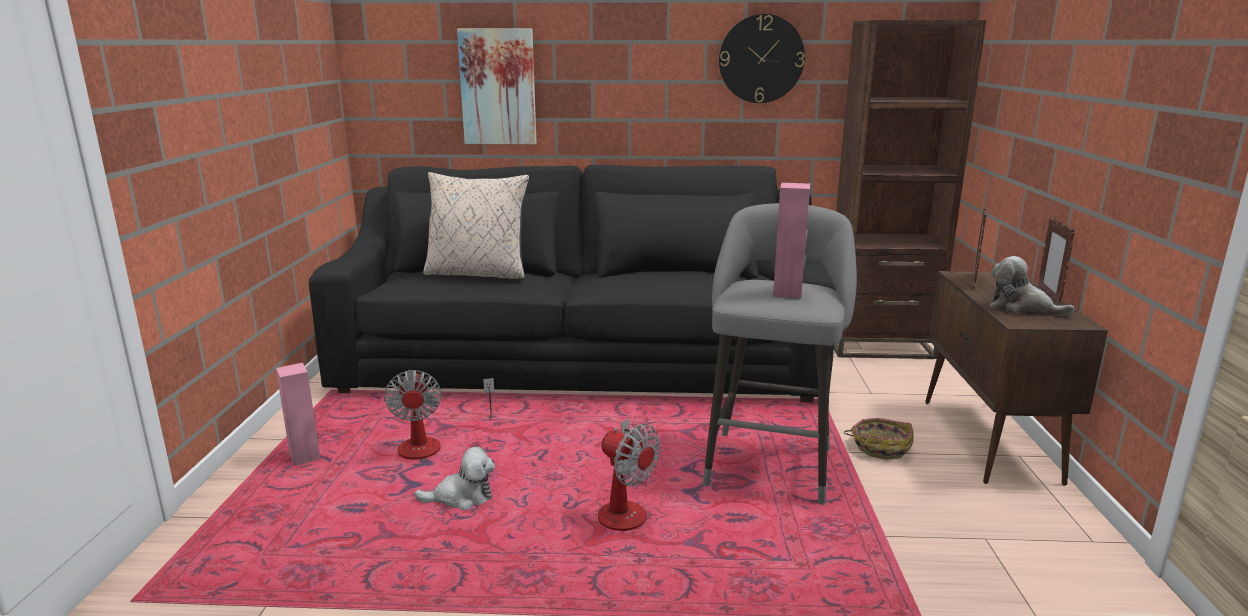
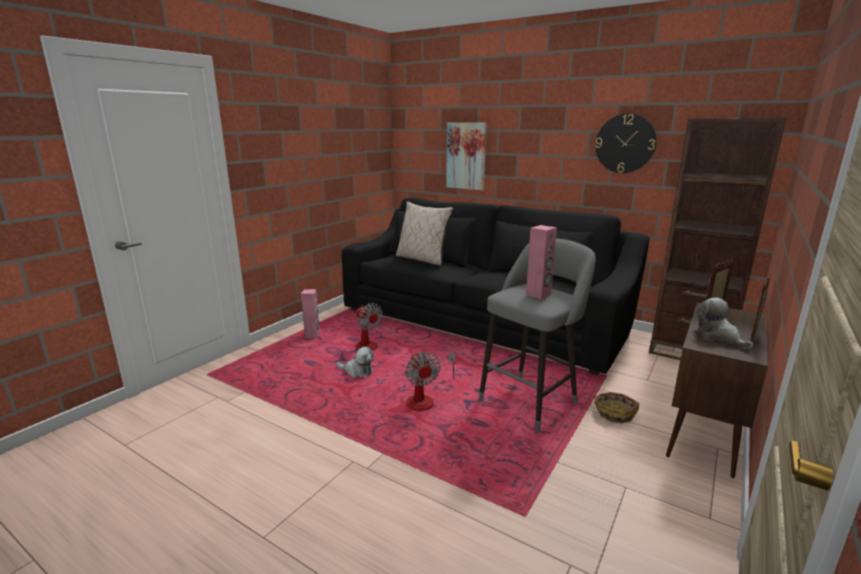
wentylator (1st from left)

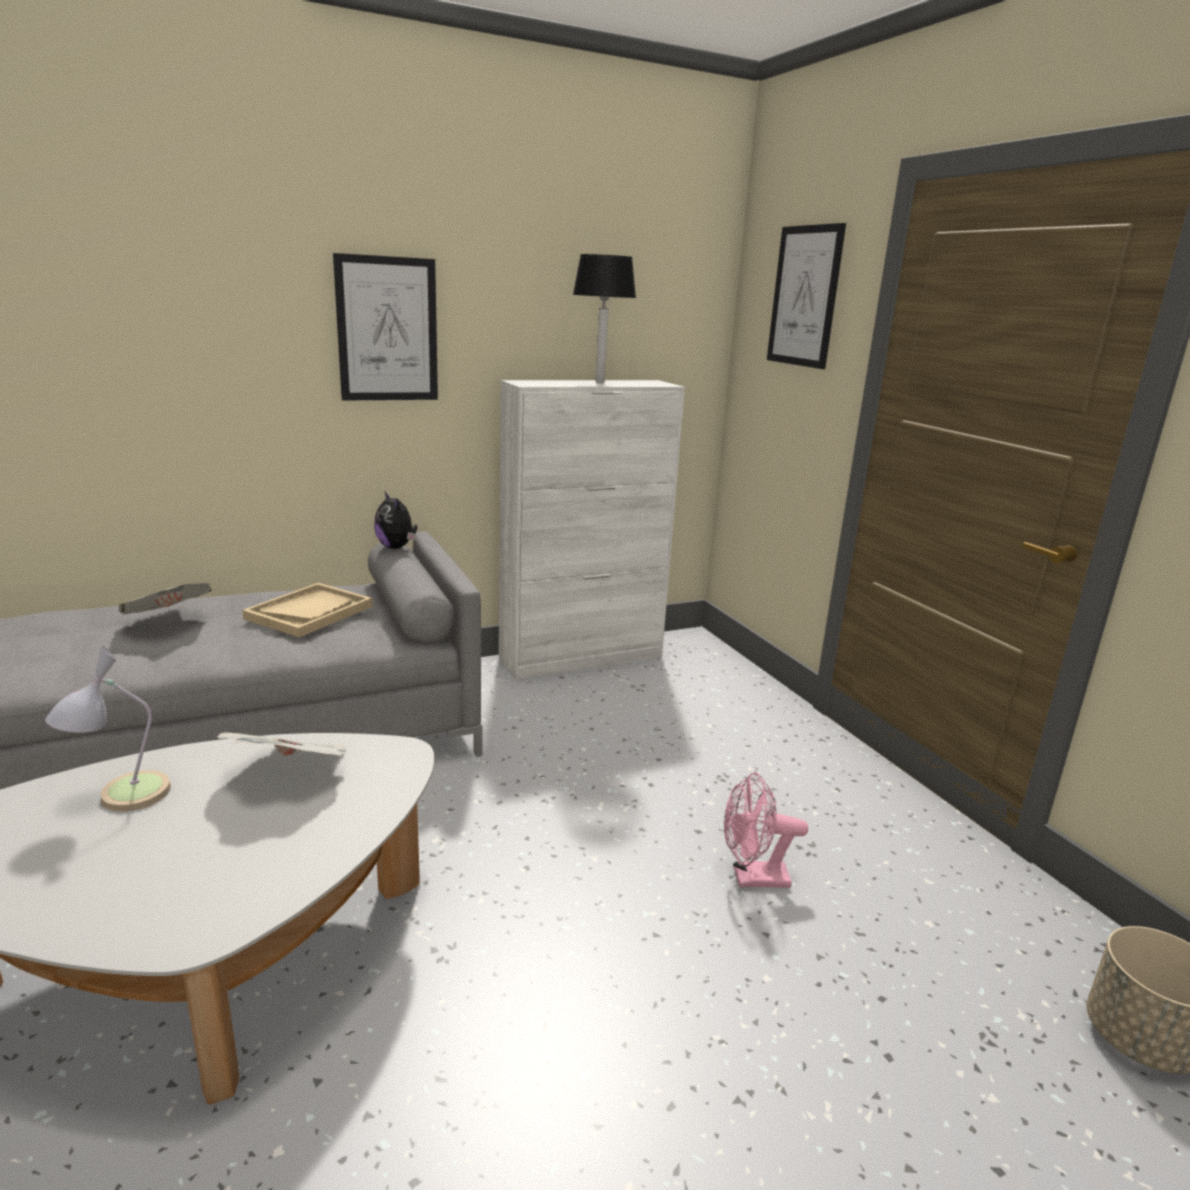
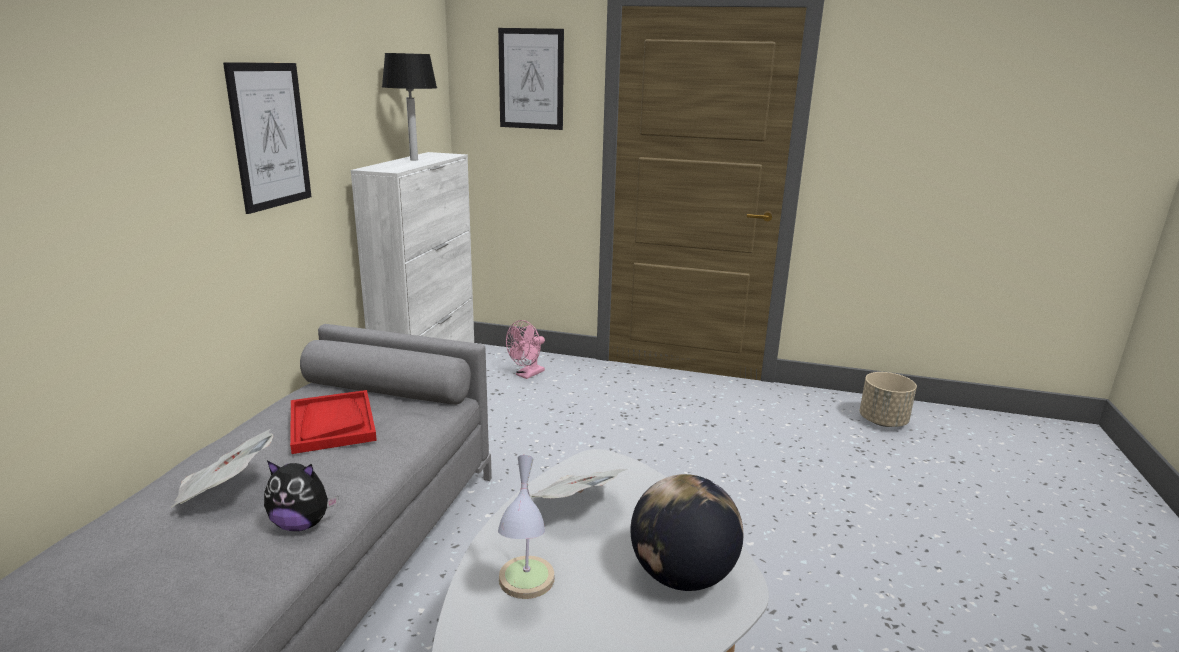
pluszak; taca (czerwony); wentylator (różowy); globus

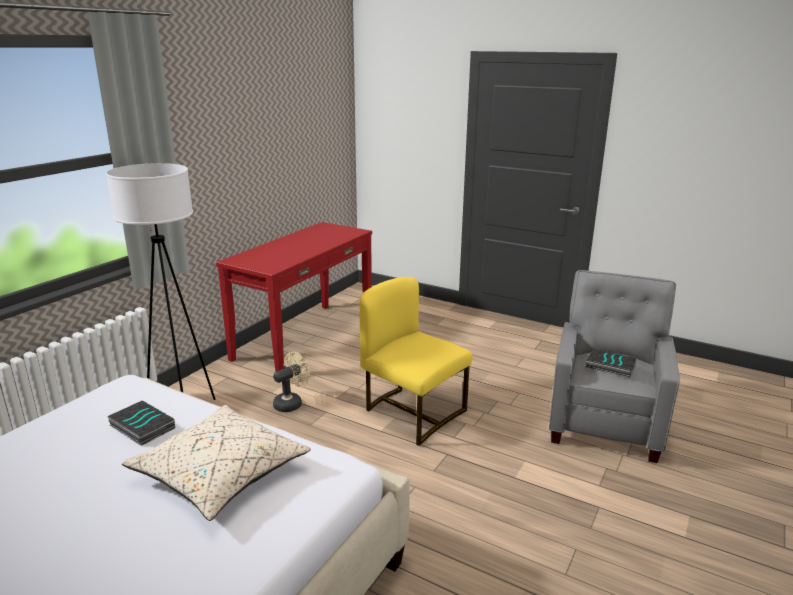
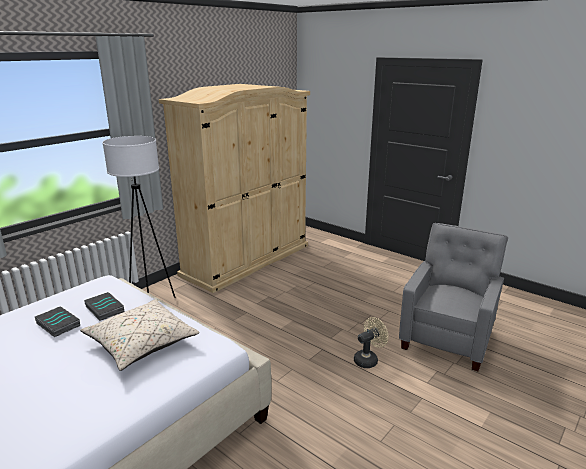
szafa (beżowy); krzesło (żółty); książka (1st from left); wentylator (beżowy)

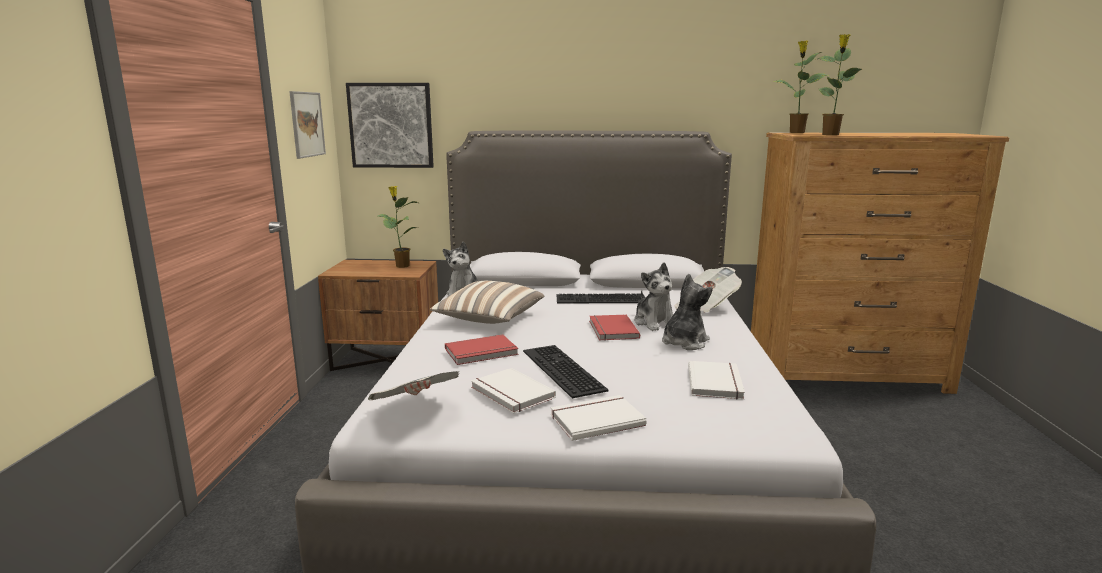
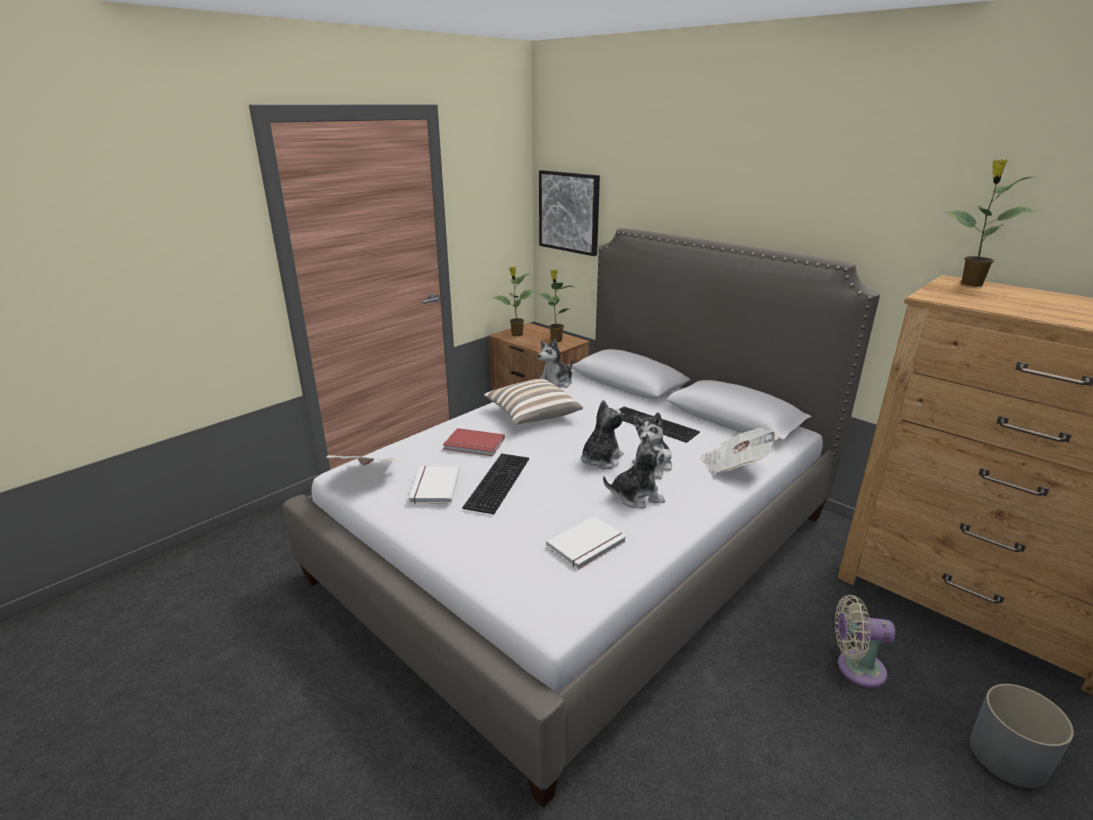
roślina doniczkowa (1st from left); obraz (1st from left in the first image); pluszak (2nd from left); książka (biały) (2nd from left in the first image); wentylator (beżowy); donica (szary)

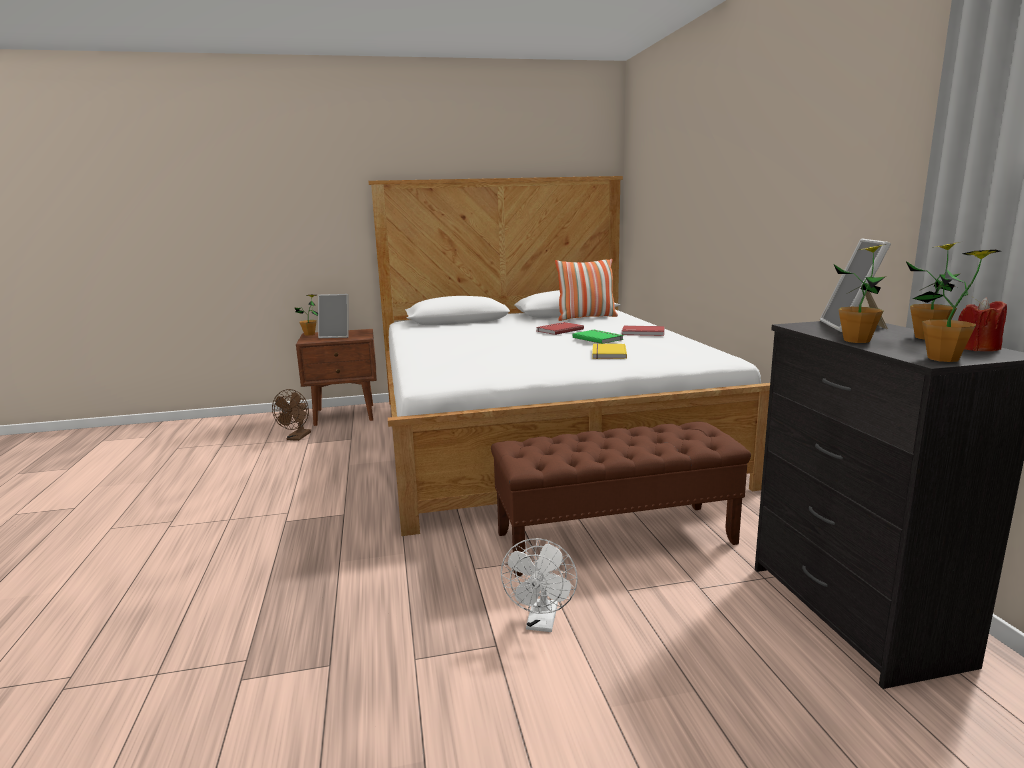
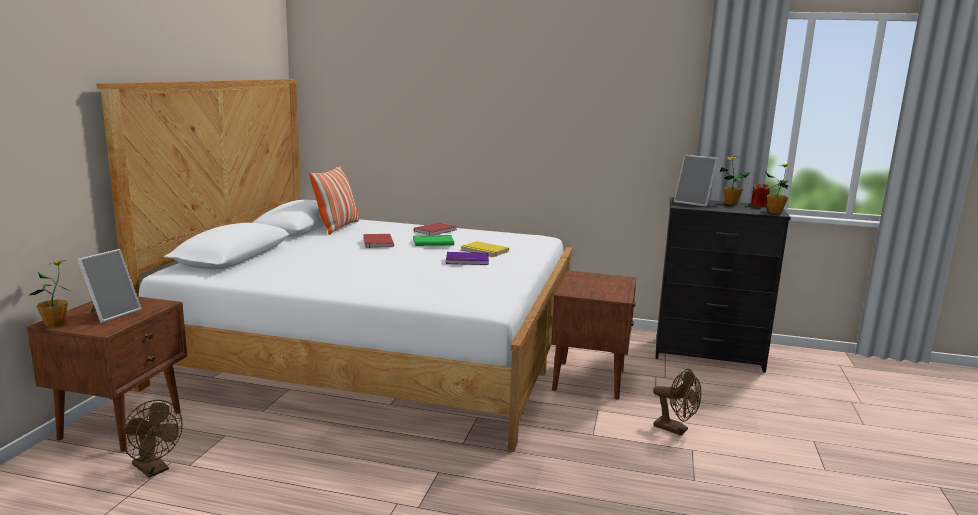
roślina doniczkowa (2nd from left in the first image); szafka nocna (brązowy) (2nd from left); wentylator (brązowy) (2nd from left); książka (fioletowy)

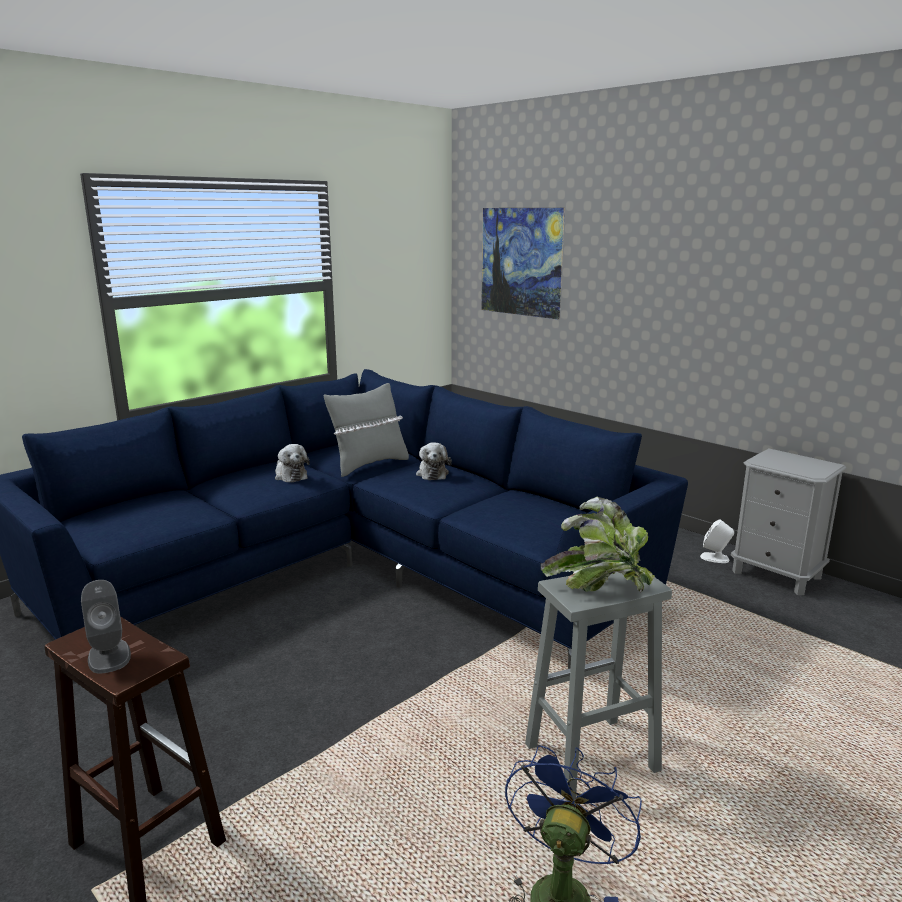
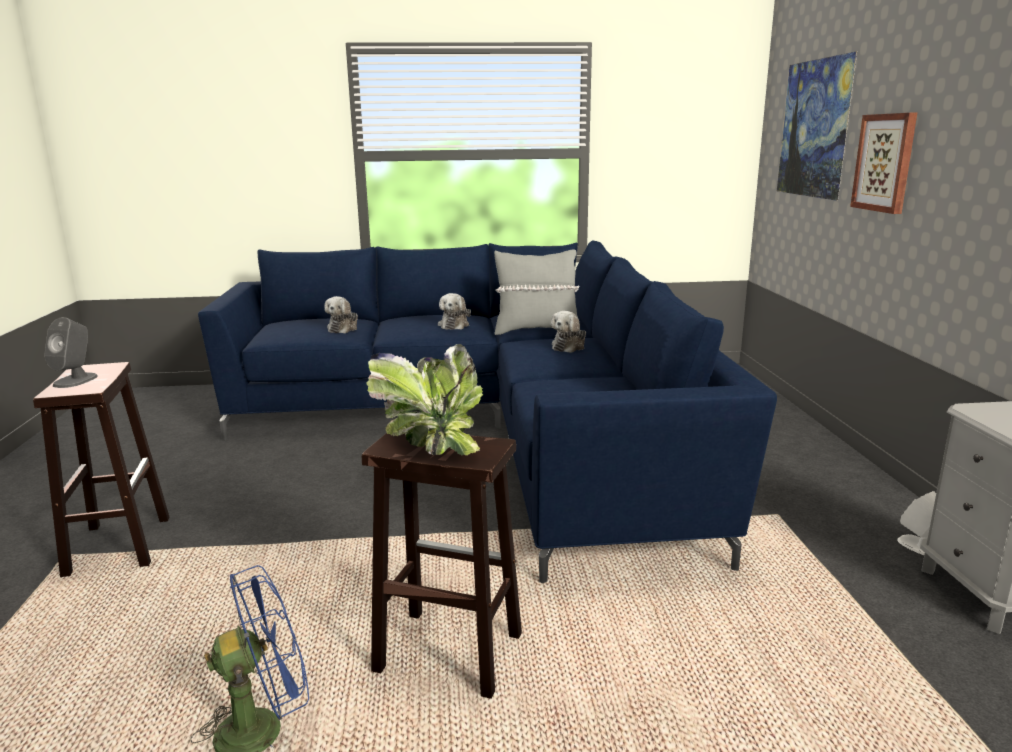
stołek (brązowy) (2nd from left); obraz (2nd from left); pluszak (1st from left)

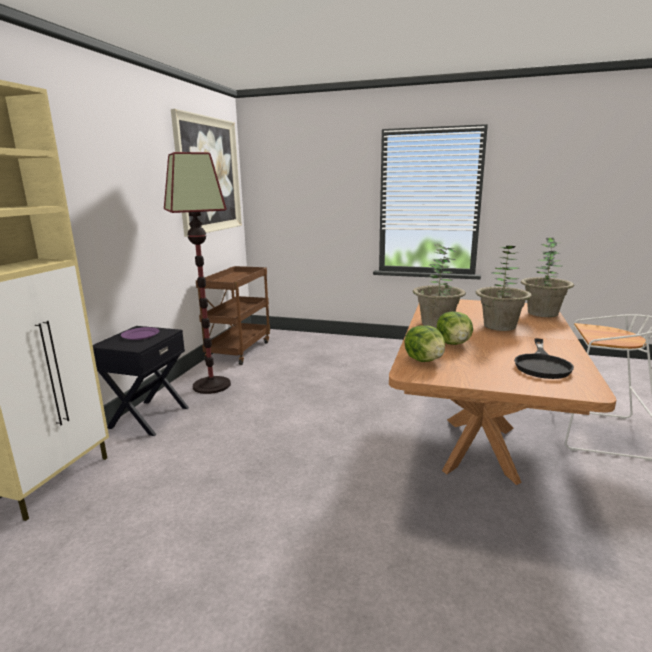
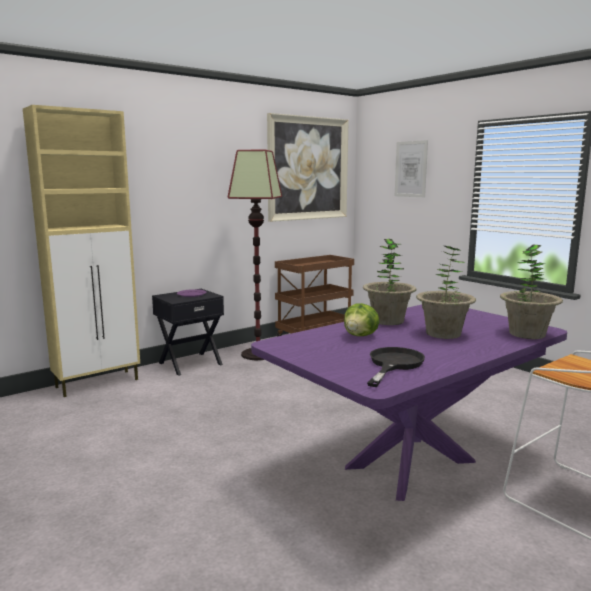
stół jadalny (fioletowy); sałata (1st from left in the first image); patelnia (czarny); obraz (2nd from left)

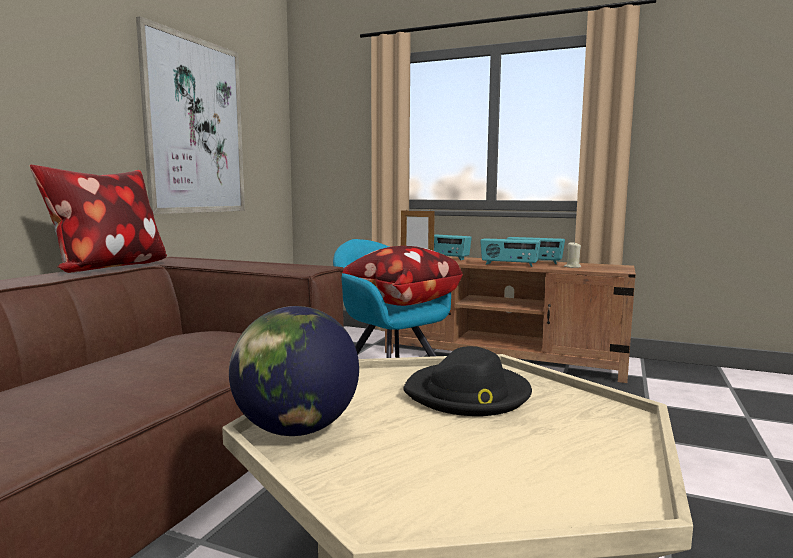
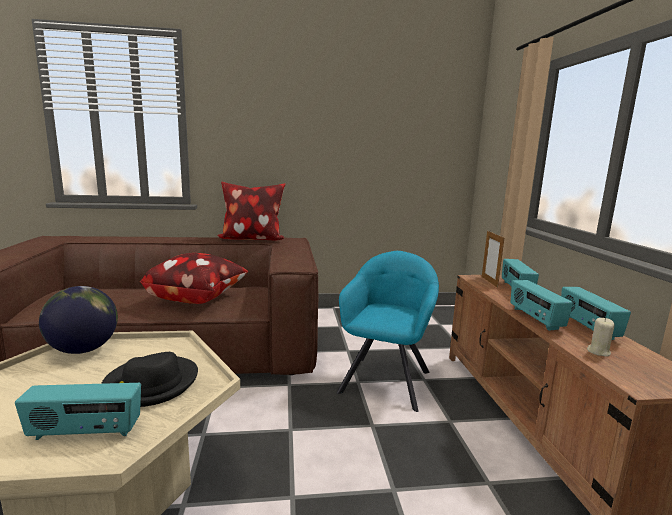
obraz; poduszka (1st from left); radio (1st from left)

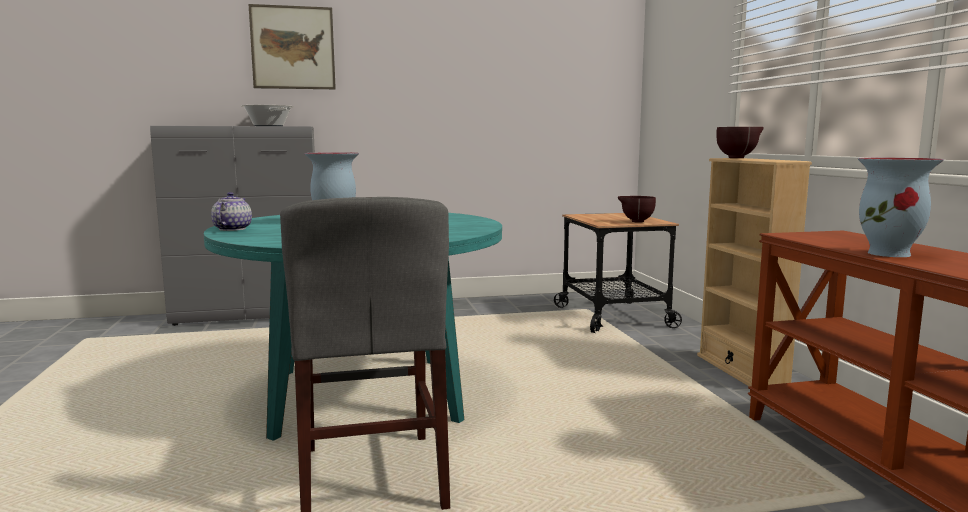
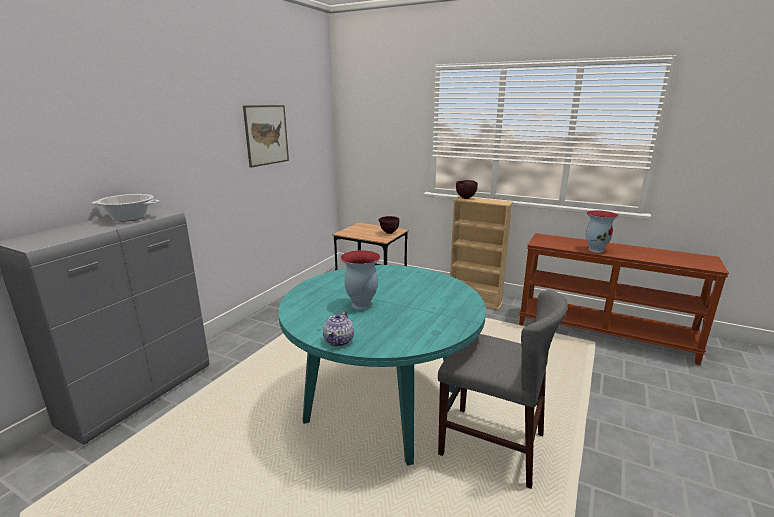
obraz; imbryk

